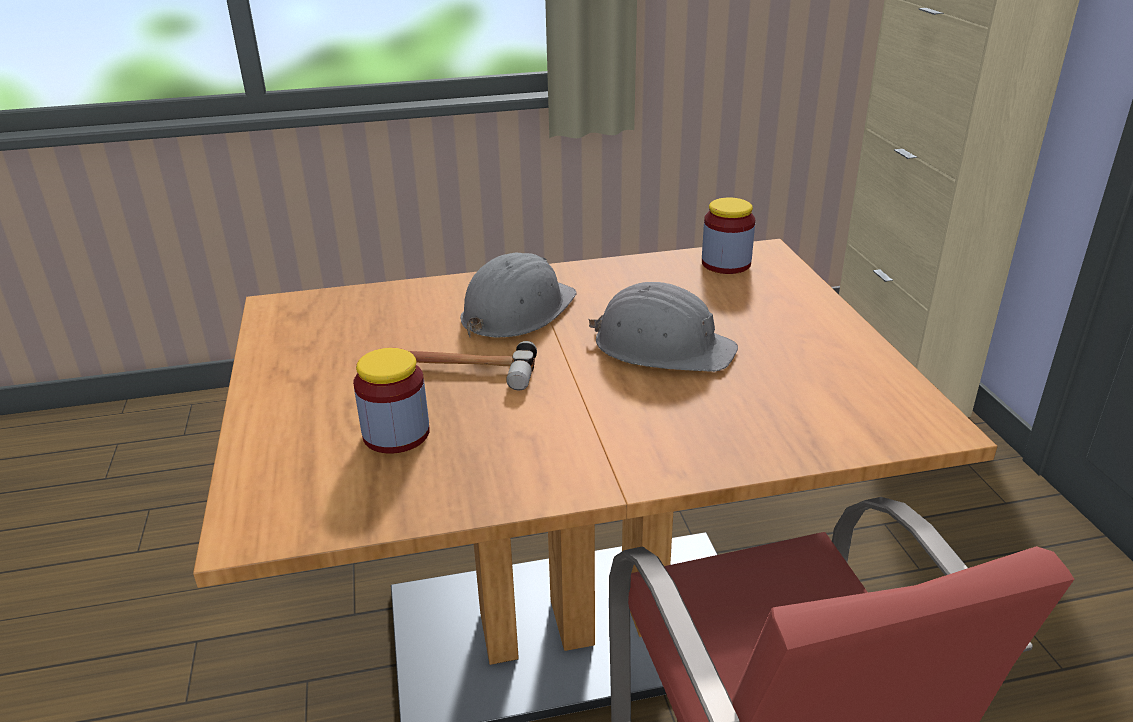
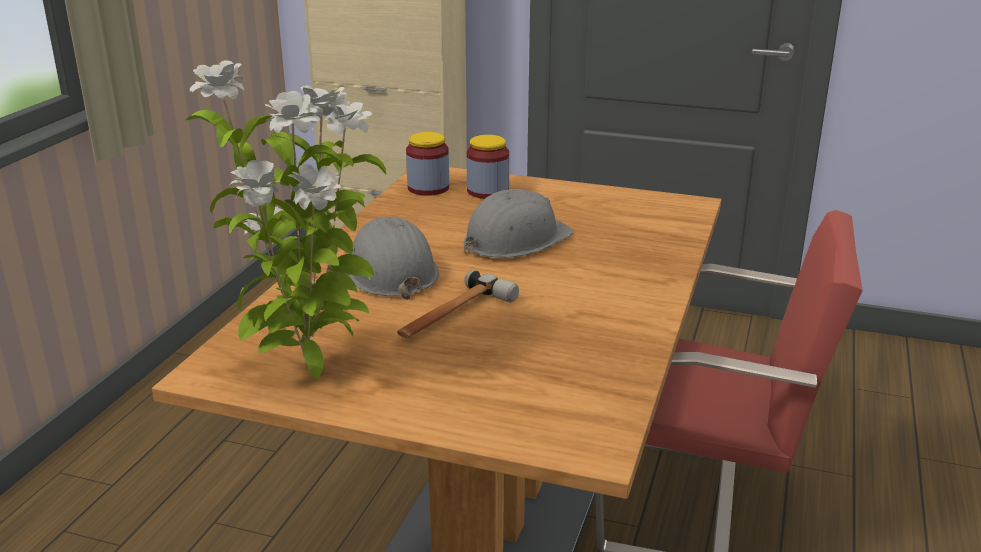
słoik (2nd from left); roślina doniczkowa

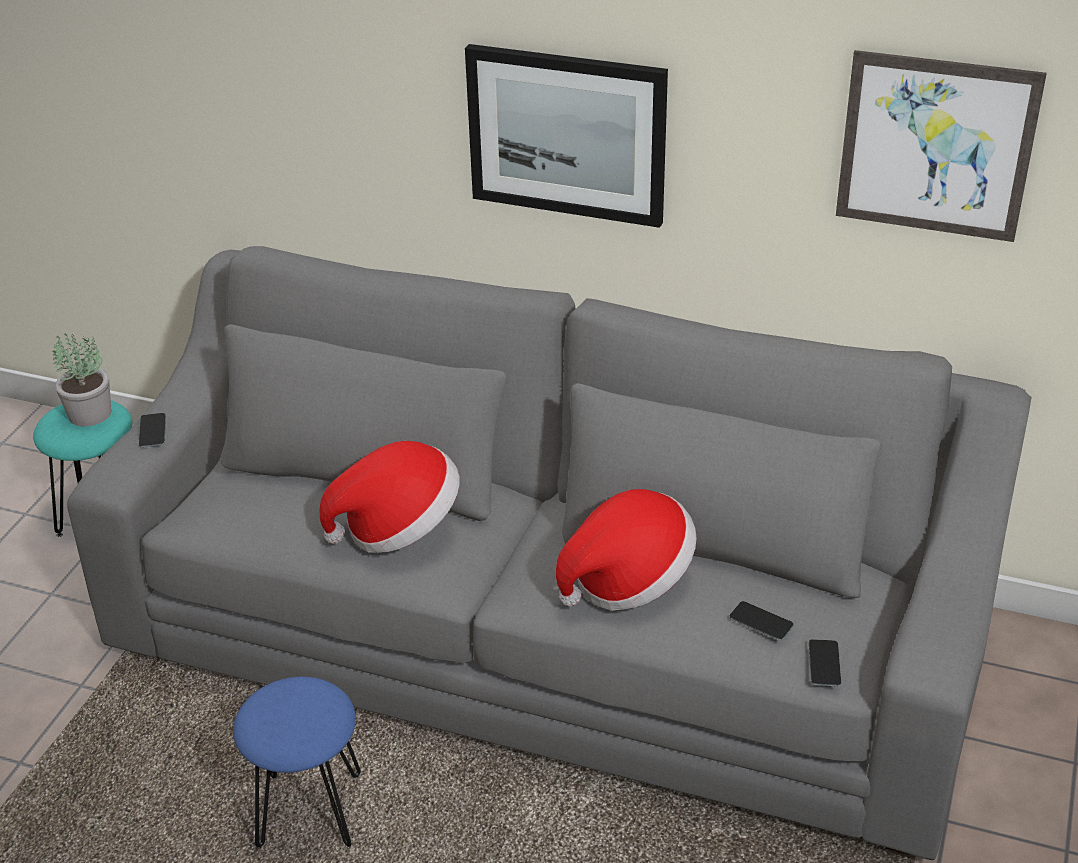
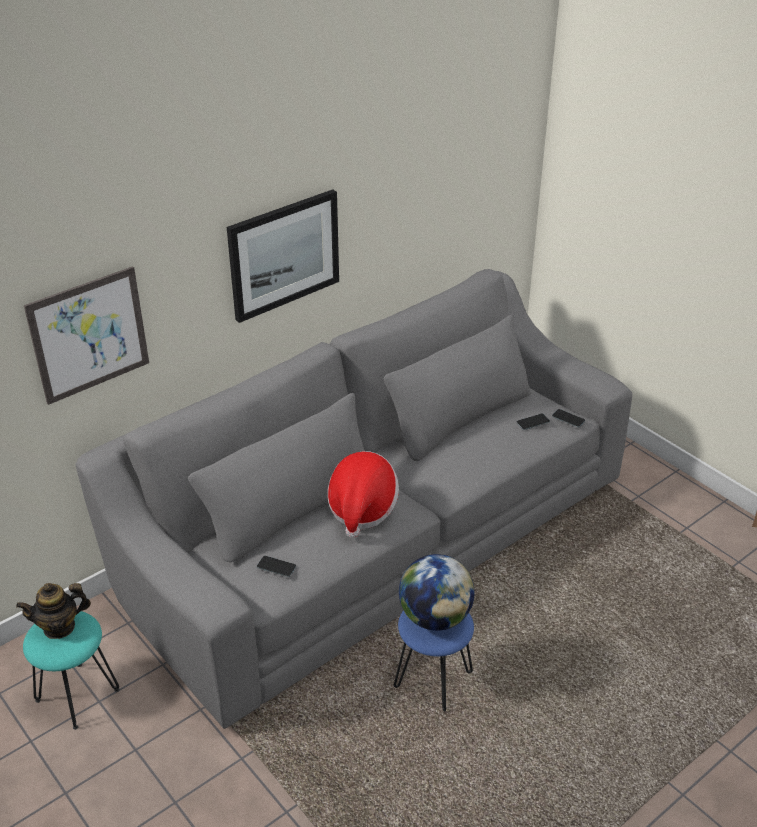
obraz (1st from left); imbryk; telefon (1st from left); kapelusz (2nd from left in the first image); globus

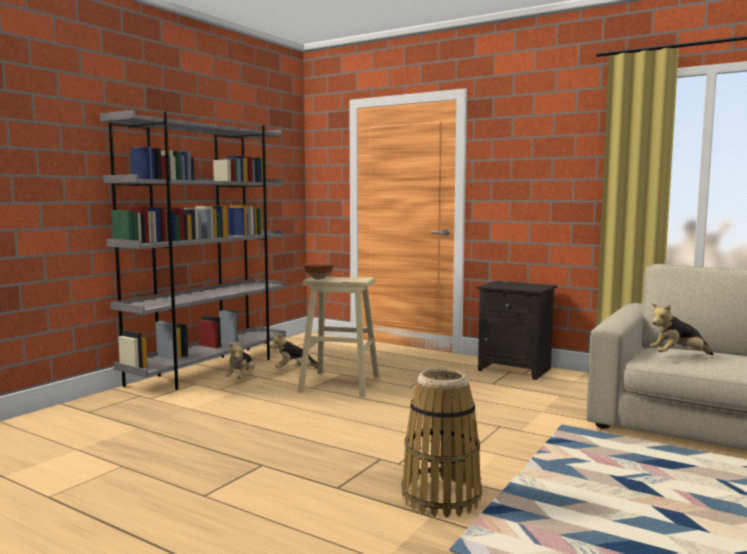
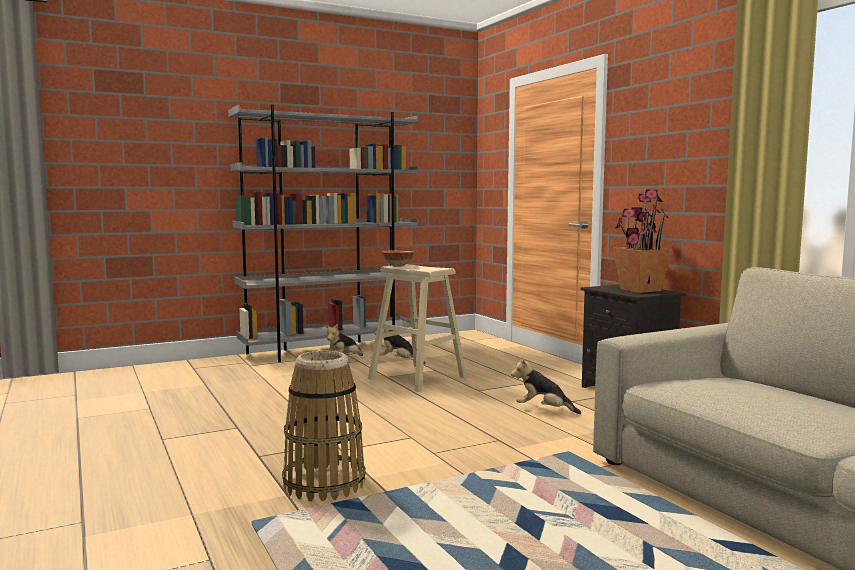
pluszak (3rd from left); roślina doniczkowa

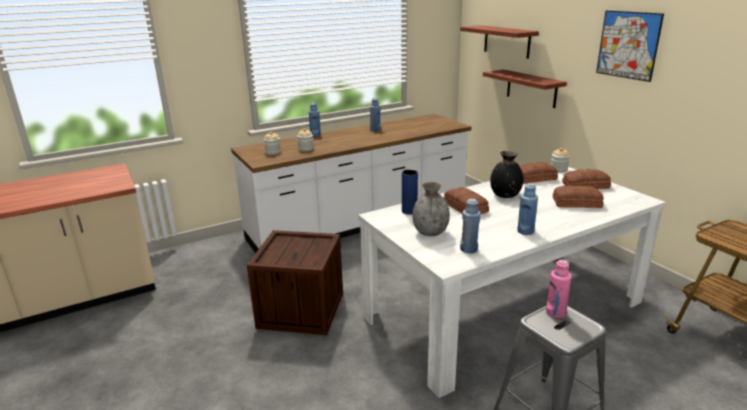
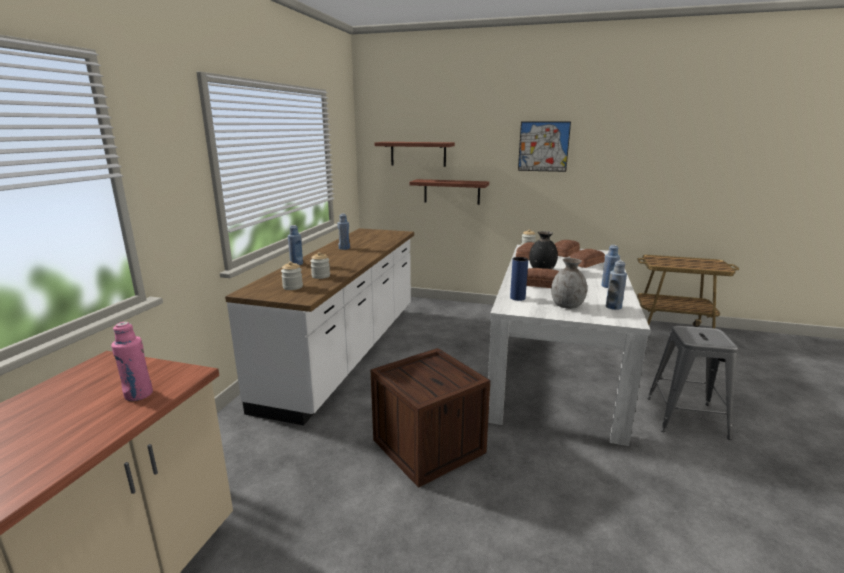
butelka (różowy)

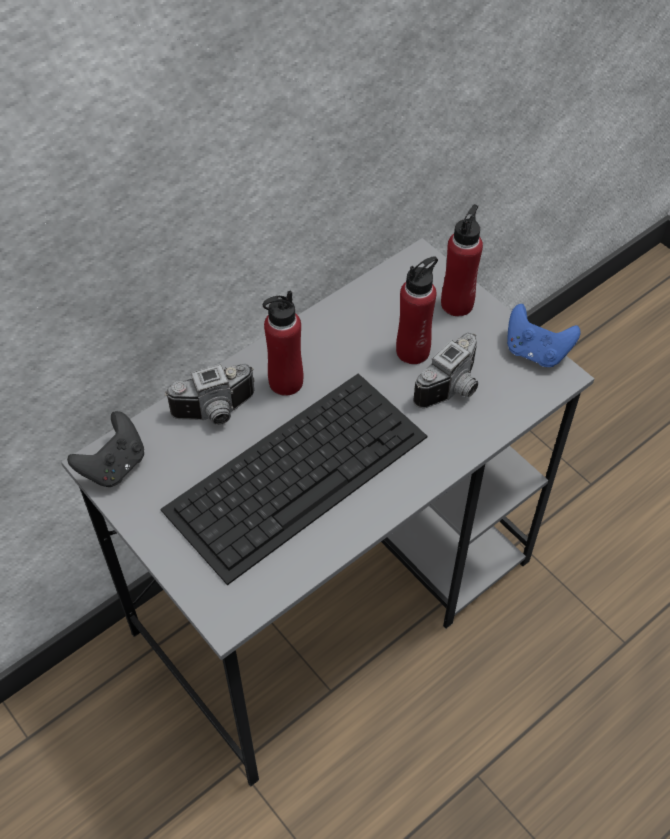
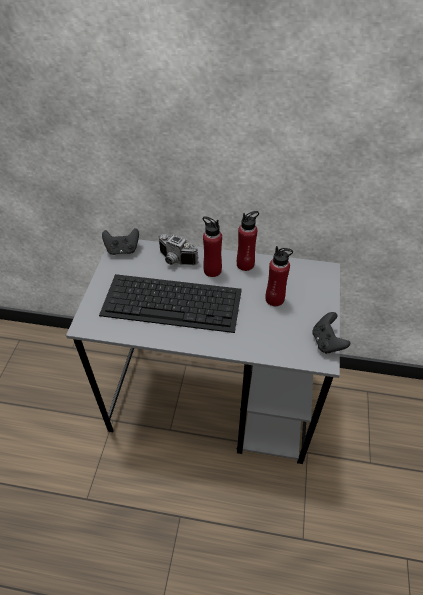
butelka (czerwony) (2nd from left); pad do gier (czarny) (2nd from left); aparat fotograficzny (2nd from left in the first image)

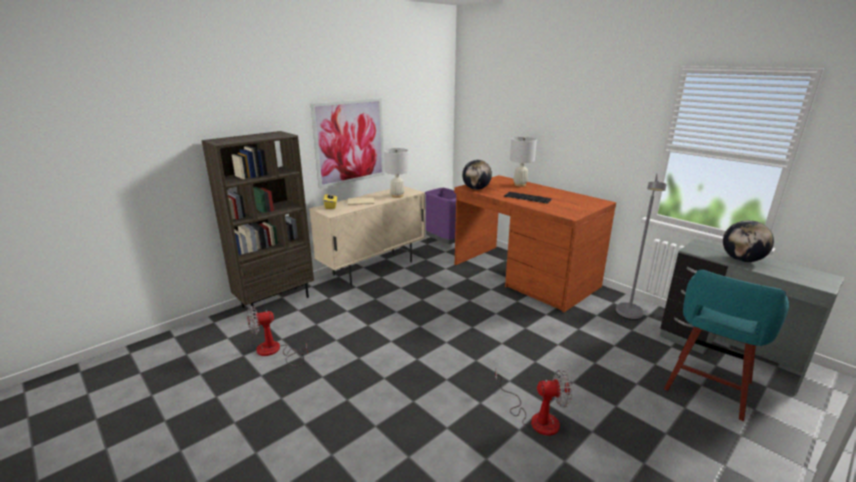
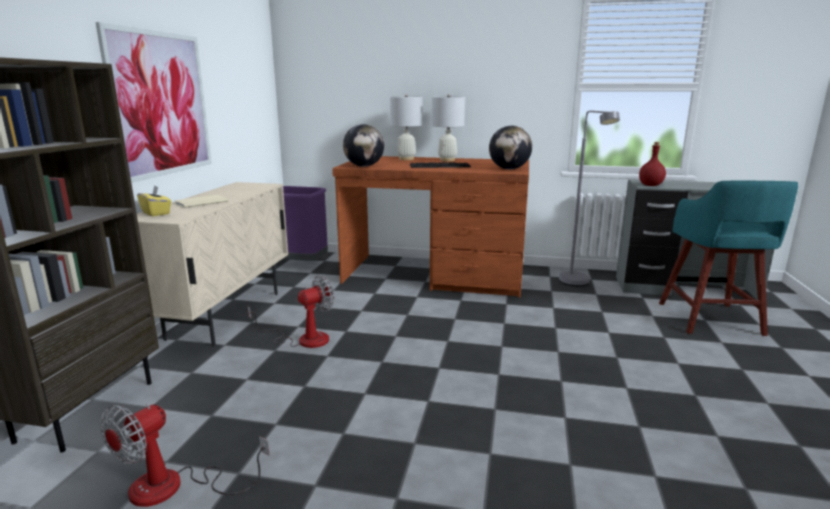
lampa stołowa (biały) (2nd from left); globus (2nd from left); wentylator (2nd from left); butelka (czerwony)

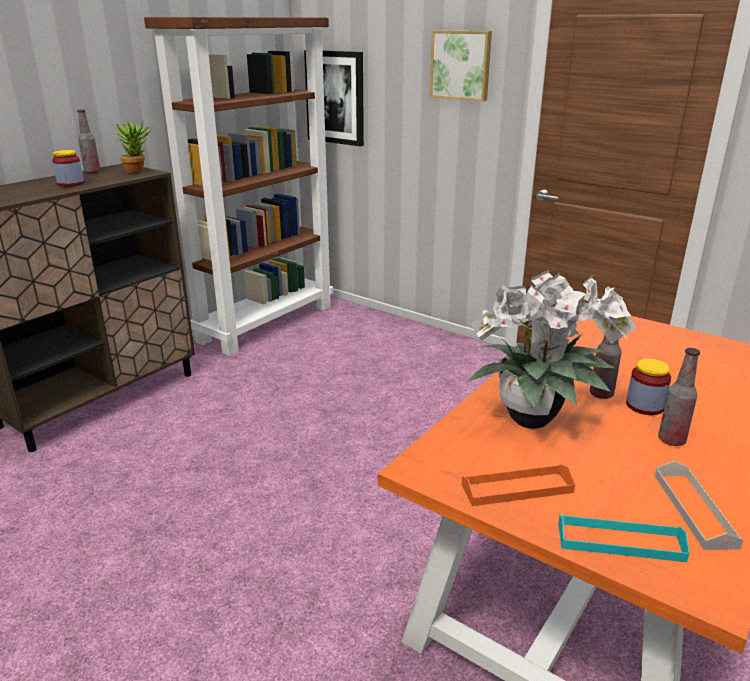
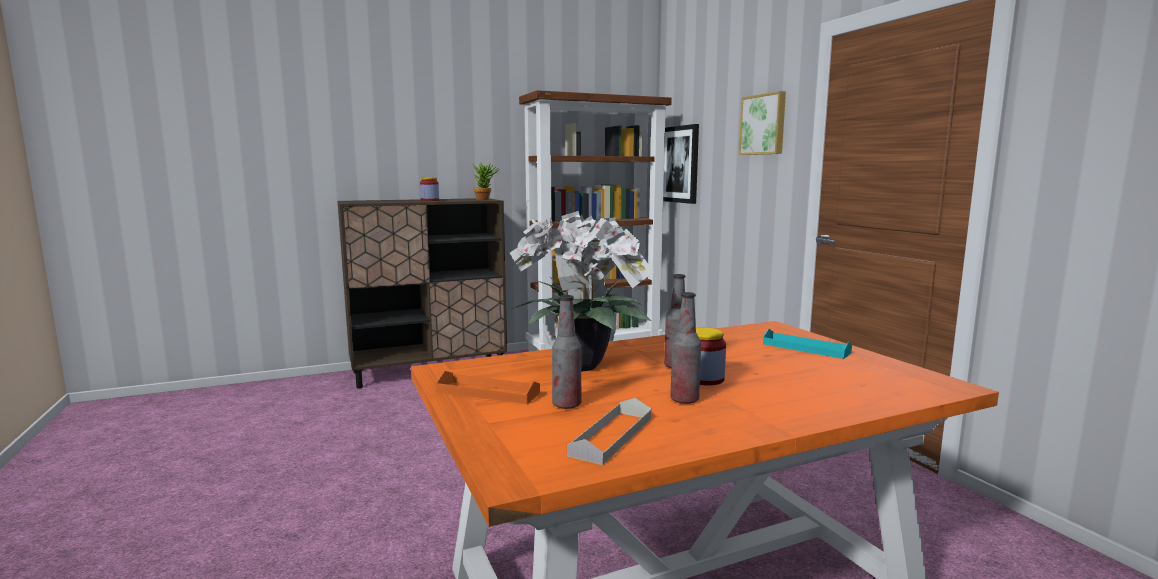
butelka (1st from left); taca (turkusowy)

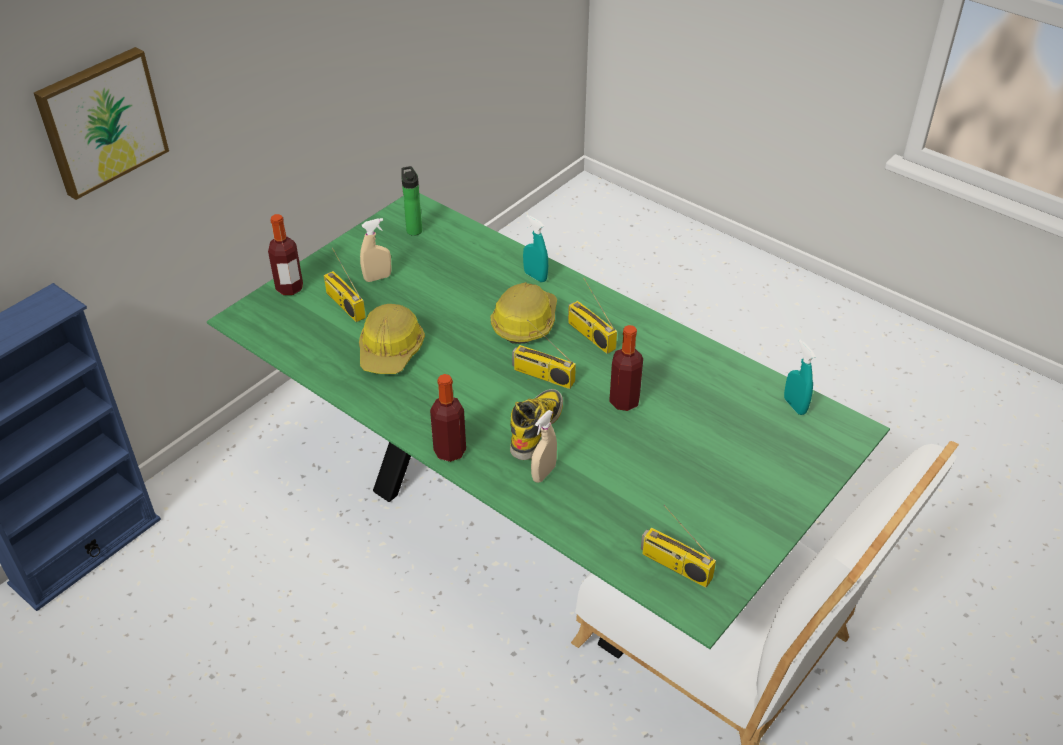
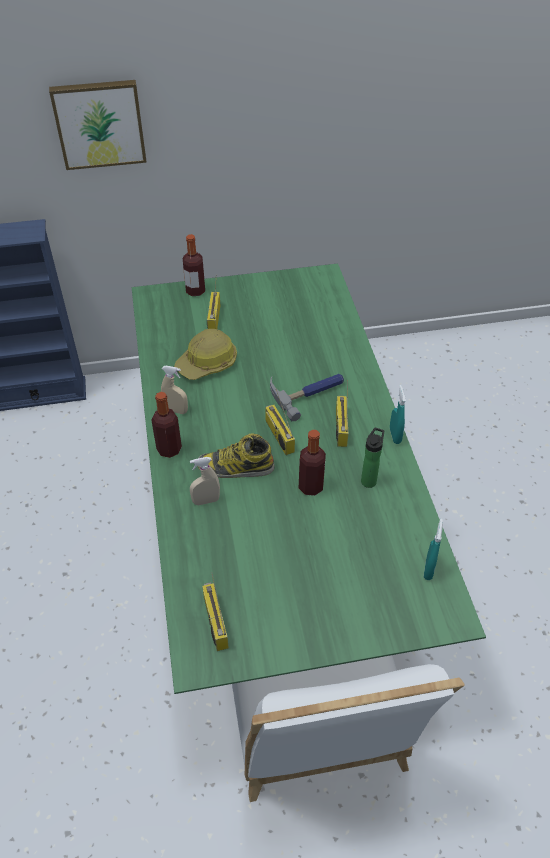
butelka (4th from left); spryskiwacz (turkusowy) (1st from left); spryskiwacz (beżowy) (1st from left); młotek; but z cholewką

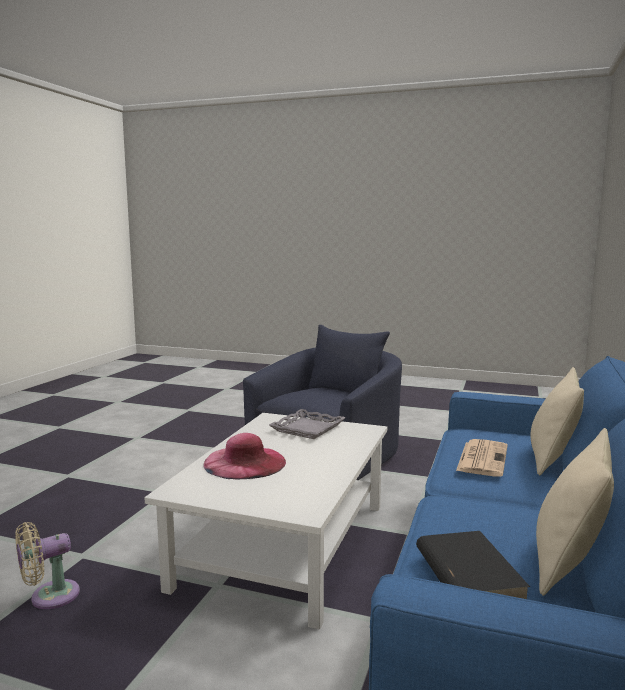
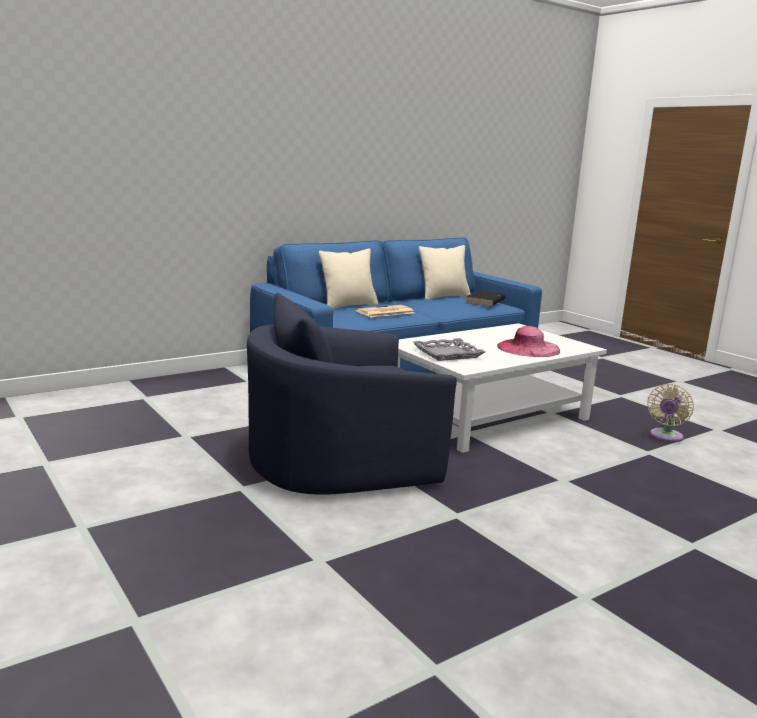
wentylator (beżowy)

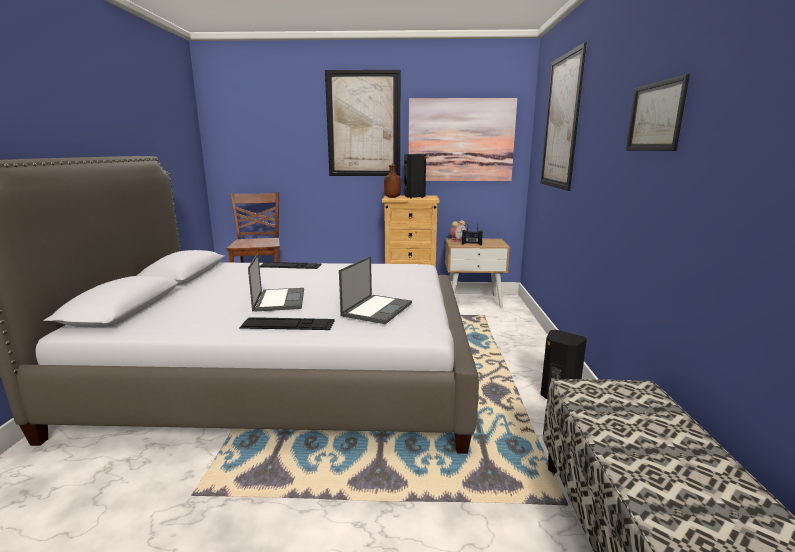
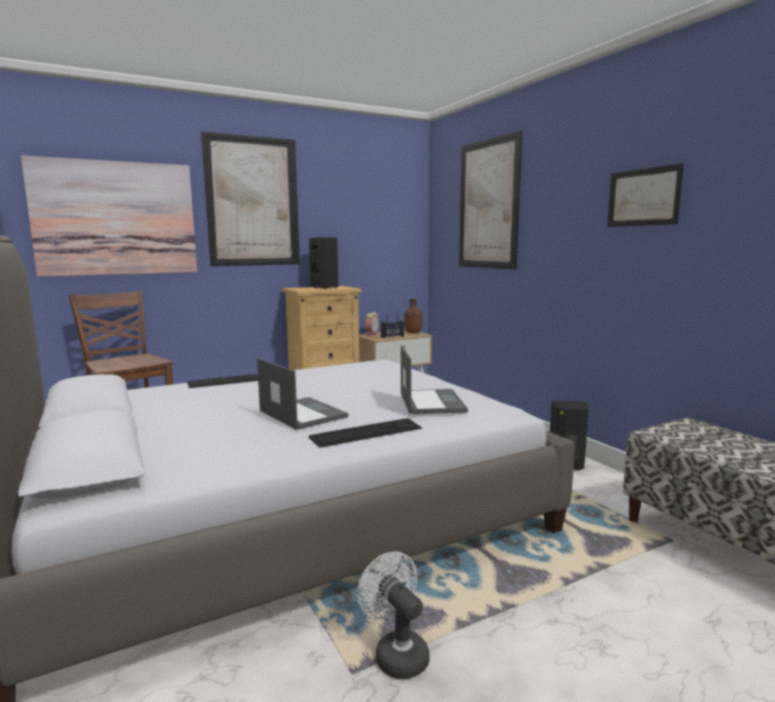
obraz (1st from left); butelka (brązowy); wentylator (biały)

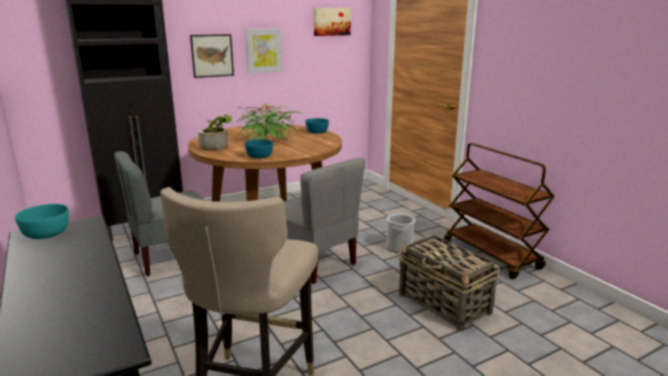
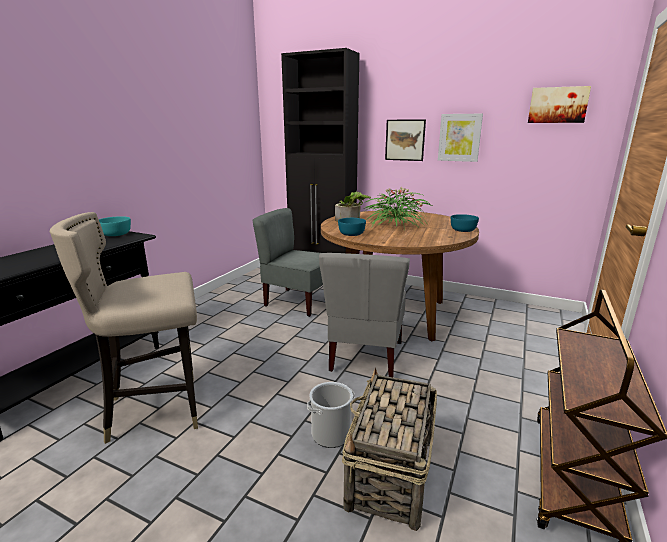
wiadro

